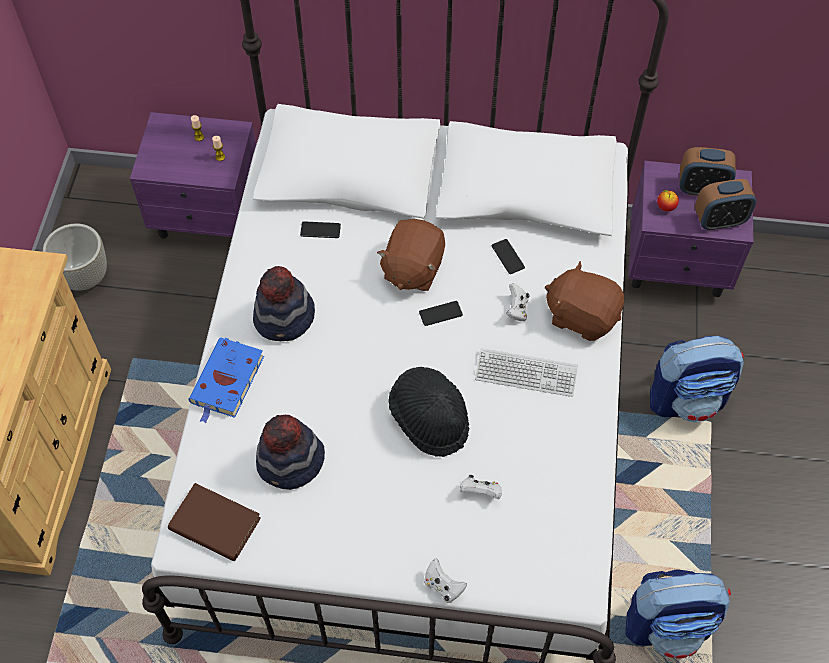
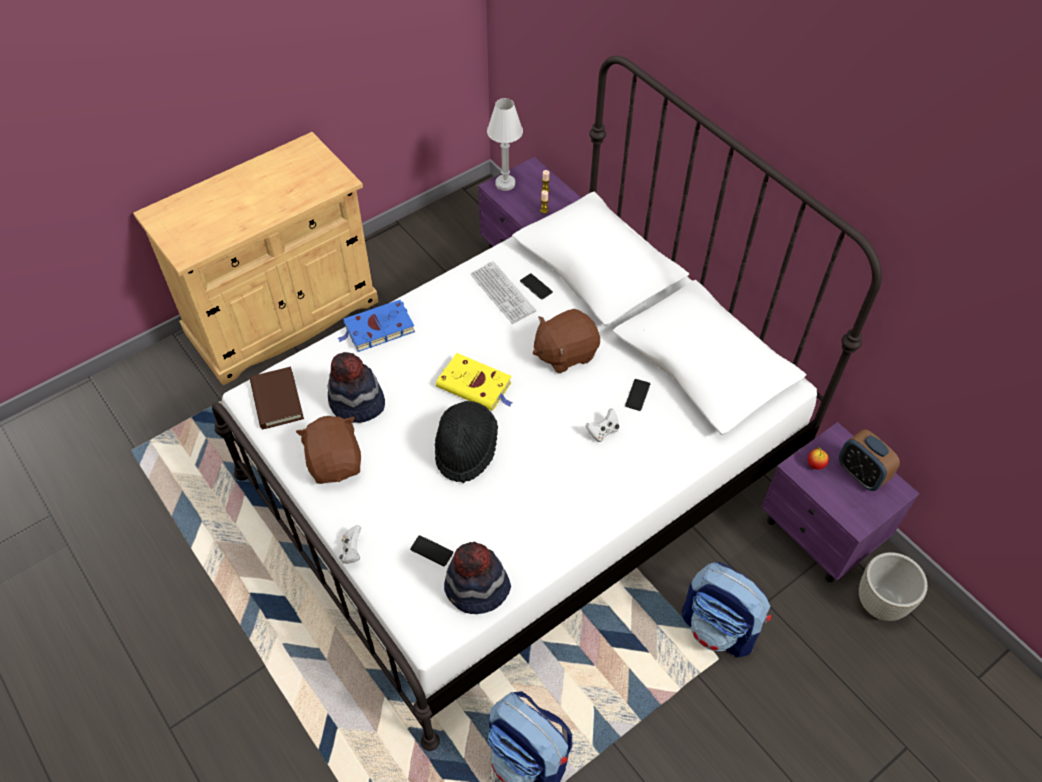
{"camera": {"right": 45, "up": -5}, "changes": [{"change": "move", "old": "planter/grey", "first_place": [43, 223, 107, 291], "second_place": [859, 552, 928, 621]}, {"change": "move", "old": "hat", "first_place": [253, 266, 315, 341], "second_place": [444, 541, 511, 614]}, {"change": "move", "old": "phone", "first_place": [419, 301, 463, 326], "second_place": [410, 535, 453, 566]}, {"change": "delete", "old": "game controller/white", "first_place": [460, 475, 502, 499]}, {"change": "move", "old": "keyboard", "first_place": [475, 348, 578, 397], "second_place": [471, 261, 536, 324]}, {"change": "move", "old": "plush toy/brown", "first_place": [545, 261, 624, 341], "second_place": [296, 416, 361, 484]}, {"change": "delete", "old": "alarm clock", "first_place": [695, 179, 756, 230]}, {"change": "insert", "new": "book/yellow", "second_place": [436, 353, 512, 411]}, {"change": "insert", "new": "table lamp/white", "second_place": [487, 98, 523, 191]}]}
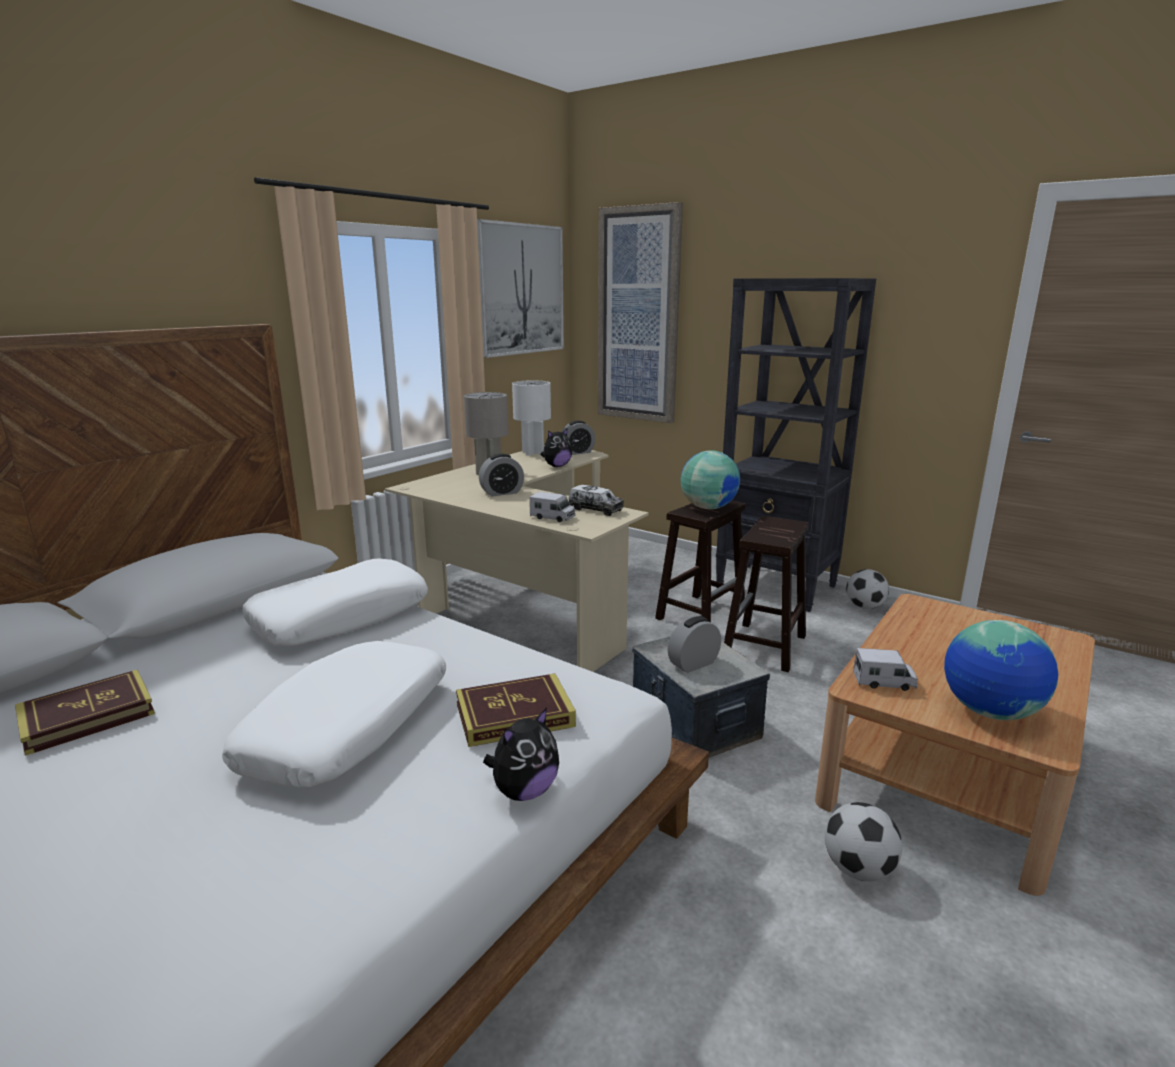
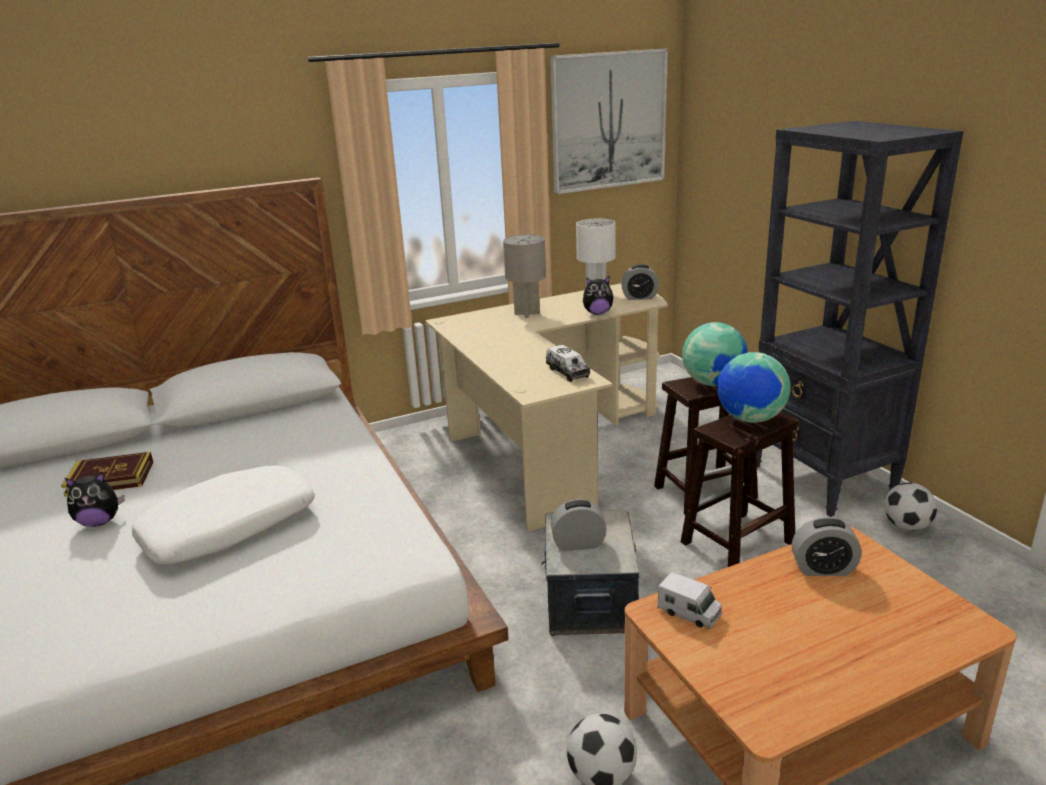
{"camera": {"right": 30, "up": 5}, "changes": [{"change": "delete", "old": "pillow/white", "first_place": [242, 559, 428, 646]}, {"change": "delete", "old": "book", "first_place": [456, 674, 576, 747]}, {"change": "move", "old": "alarm clock", "first_place": [479, 454, 524, 496], "second_place": [792, 517, 862, 576]}, {"change": "move", "old": "plush toy", "first_place": [483, 708, 559, 801], "second_place": [65, 472, 125, 527]}, {"change": "delete", "old": "toy truck", "first_place": [530, 492, 575, 522]}, {"change": "delete", "old": "picture", "first_place": [598, 202, 683, 423]}, {"change": "move", "old": "globe", "first_place": [944, 620, 1058, 720], "second_place": [717, 352, 791, 423]}]}
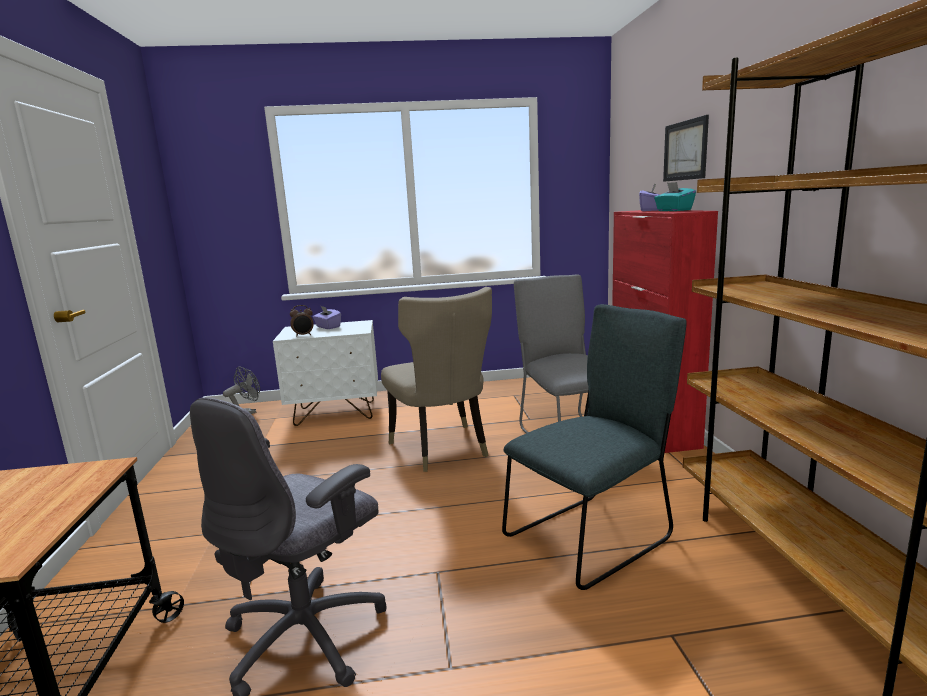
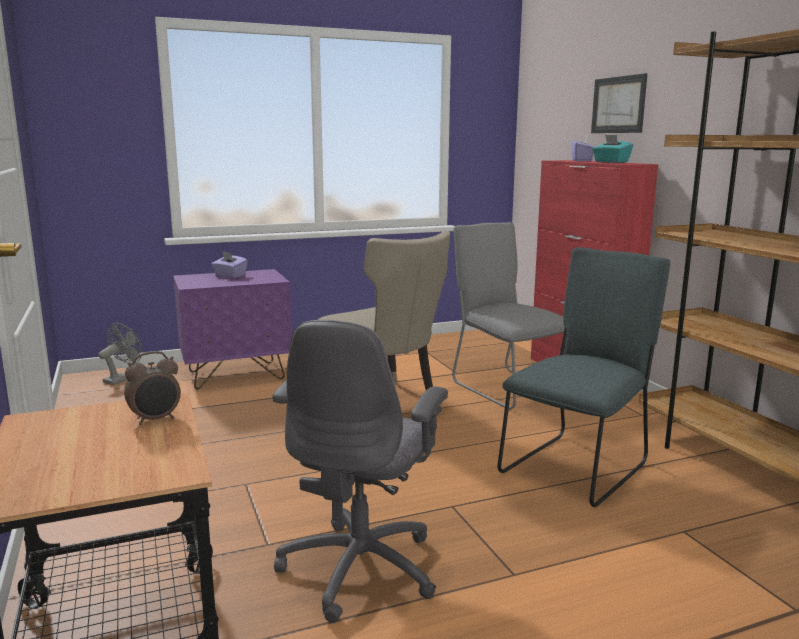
{"camera": {"right": -15, "up": 0}, "changes": [{"change": "recolor", "old": "nightstand/white", "new": "nightstand/purple", "first_place": [273, 320, 378, 426], "second_place": [173, 269, 292, 389]}, {"change": "move", "old": "alarm clock", "first_place": [290, 305, 314, 337], "second_place": [124, 351, 181, 425]}]}
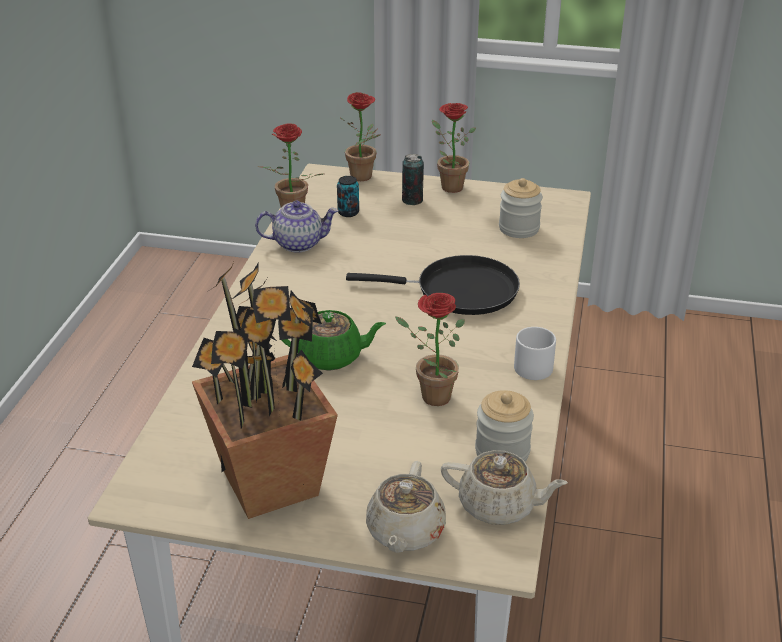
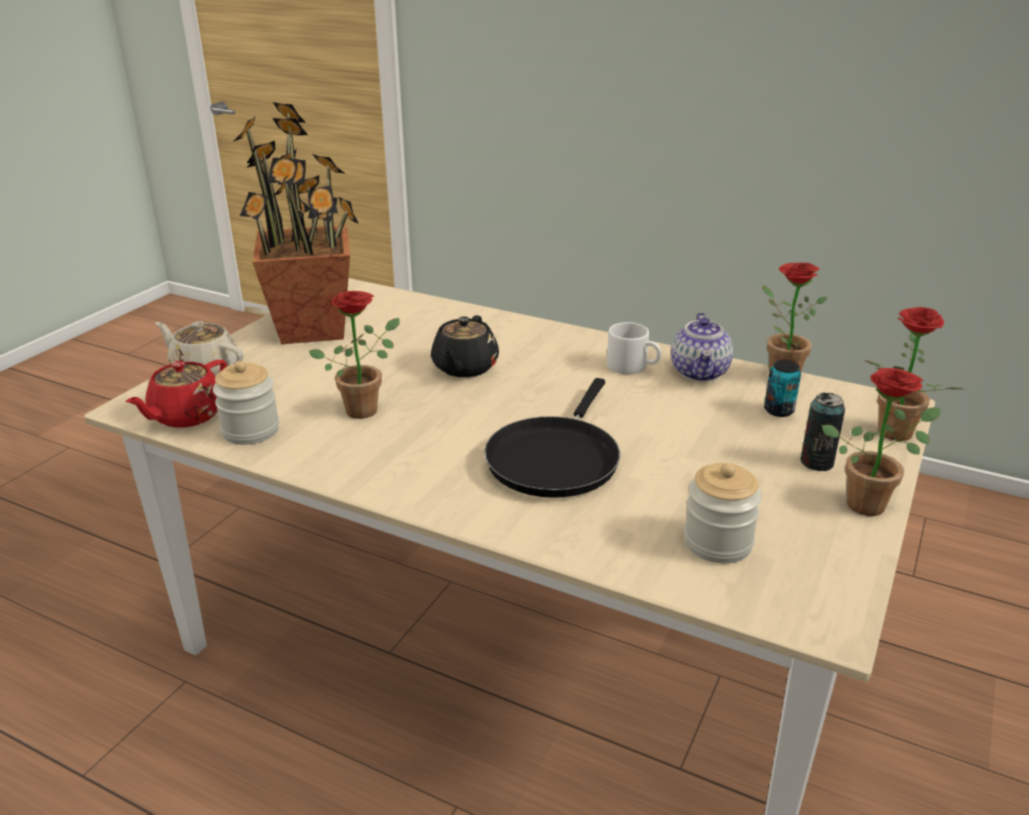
{"camera": {"right": 105, "up": -5}, "changes": [{"change": "recolor", "old": "teapot/green", "new": "teapot/black", "first_place": [282, 310, 386, 371], "second_place": [431, 315, 499, 377]}, {"change": "recolor", "old": "teapot/beige", "new": "teapot/red", "first_place": [441, 450, 568, 525], "second_place": [126, 360, 227, 428]}, {"change": "move", "old": "mug/white", "first_place": [514, 327, 556, 380], "second_place": [607, 322, 661, 374]}]}
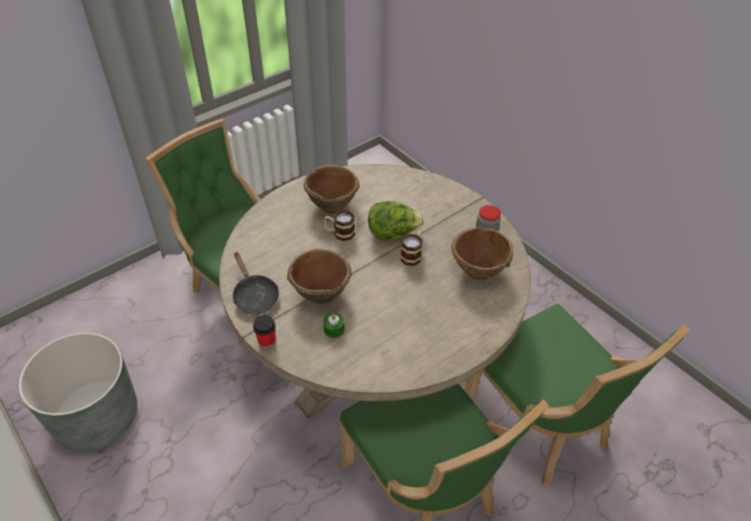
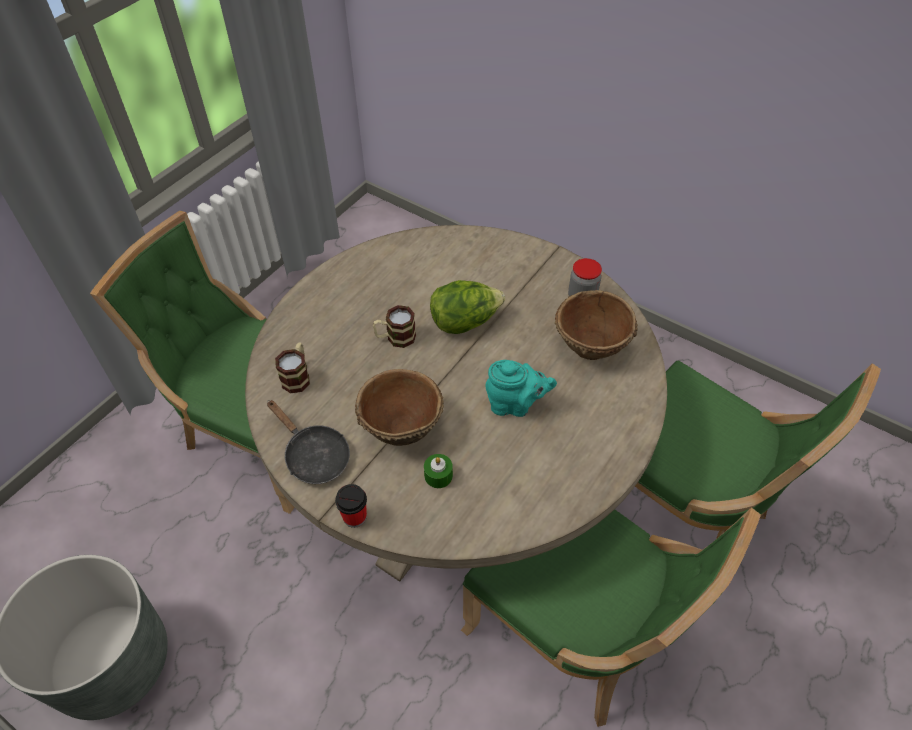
{"camera": {"right": -15, "up": 5}, "changes": [{"change": "delete", "old": "bowl/brown", "first_place": [304, 165, 360, 214]}, {"change": "move", "old": "mug", "first_place": [400, 231, 423, 266], "second_place": [275, 342, 310, 393]}, {"change": "insert", "new": "teapot/turquoise", "second_place": [485, 360, 557, 417]}]}
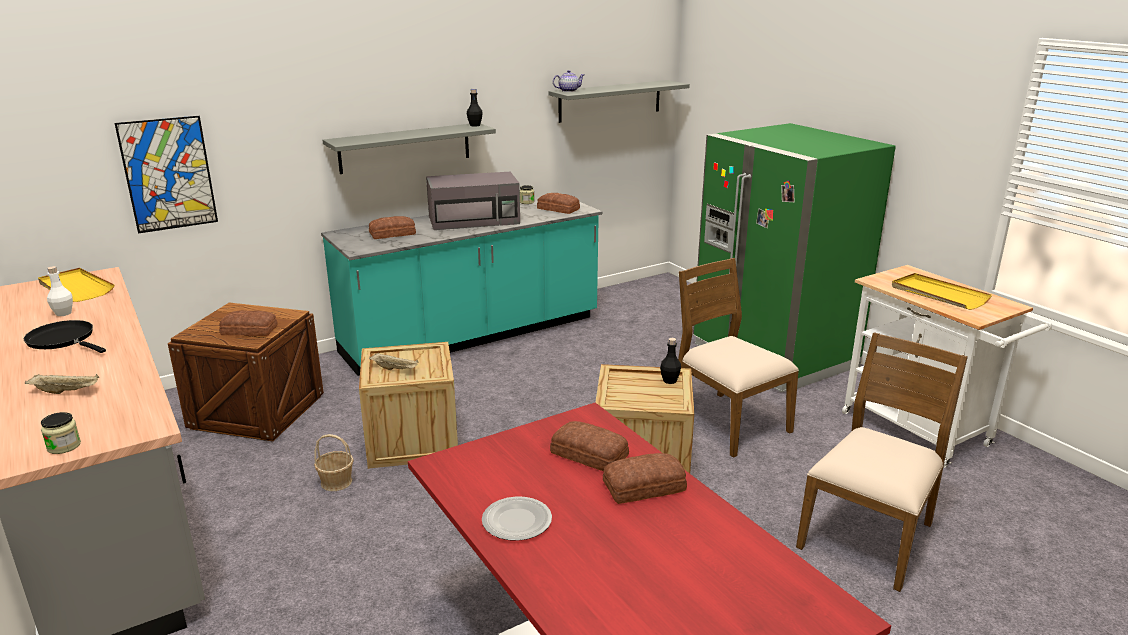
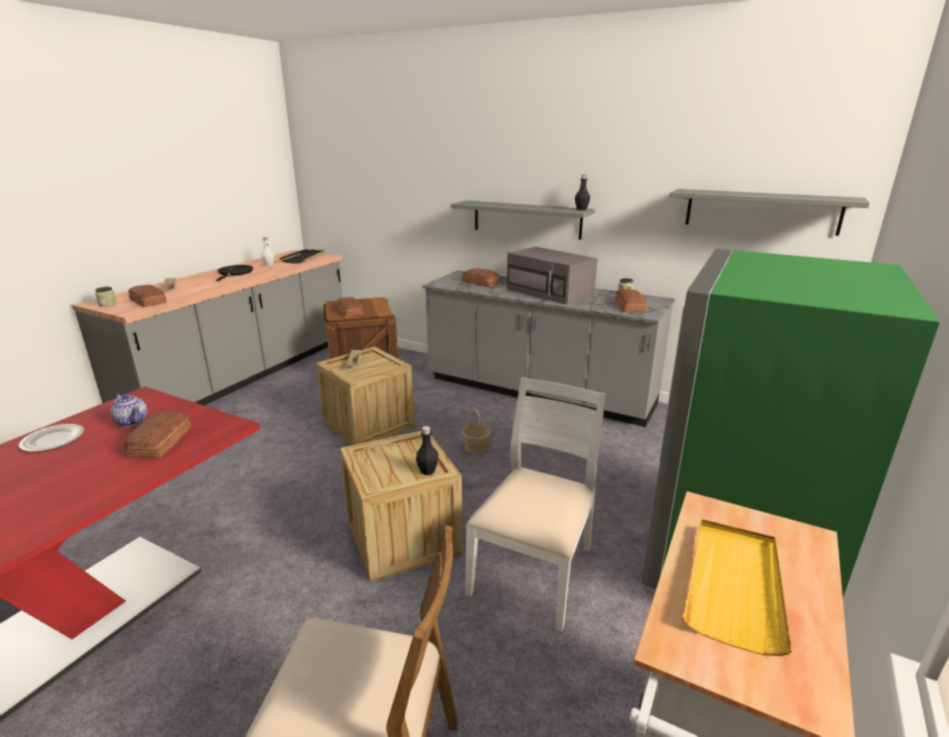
{"camera": {"right": 60, "up": 0}, "changes": [{"change": "recolor", "old": "tray/yellow", "new": "tray/black", "first_place": [38, 268, 114, 302], "second_place": [279, 249, 325, 263]}, {"change": "delete", "old": "picture", "first_place": [115, 116, 218, 234]}, {"change": "move", "old": "basket", "first_place": [314, 434, 354, 491], "second_place": [462, 409, 491, 454]}, {"change": "recolor", "old": "counter/turquoise", "new": "counter/grey", "first_place": [321, 197, 602, 376], "second_place": [422, 270, 675, 427]}, {"change": "move", "old": "teapot", "first_place": [553, 70, 584, 92], "second_place": [110, 394, 147, 427]}, {"change": "move", "old": "bread", "first_place": [603, 453, 687, 504], "second_place": [128, 285, 167, 307]}, {"change": "recolor", "old": "chair/brown", "new": "chair/white", "first_place": [678, 258, 799, 458], "second_place": [465, 377, 606, 632]}]}
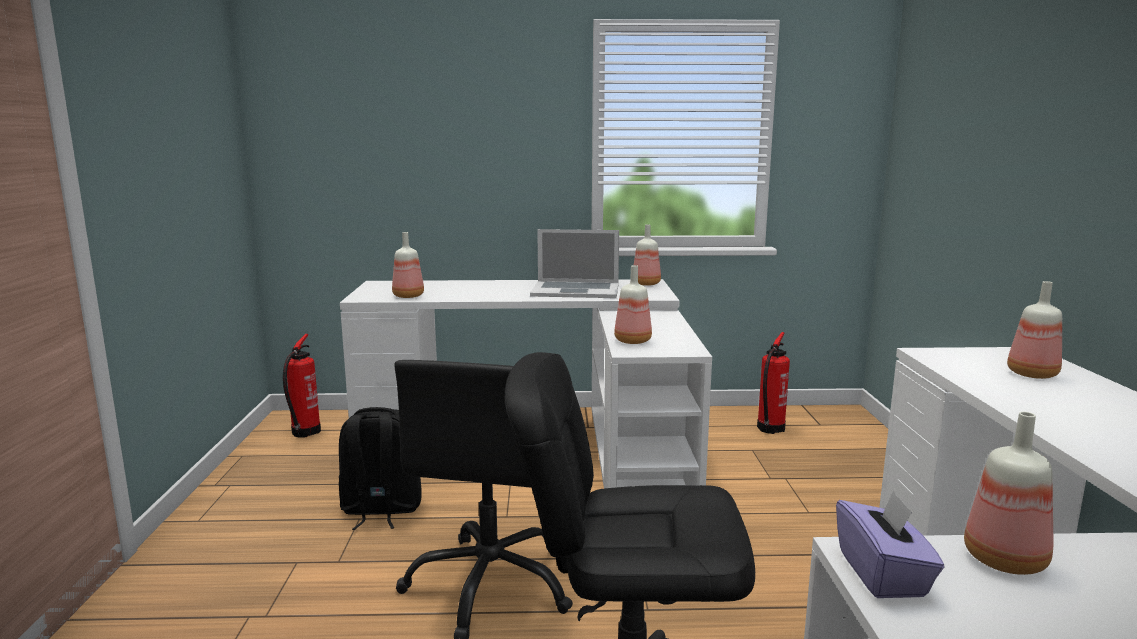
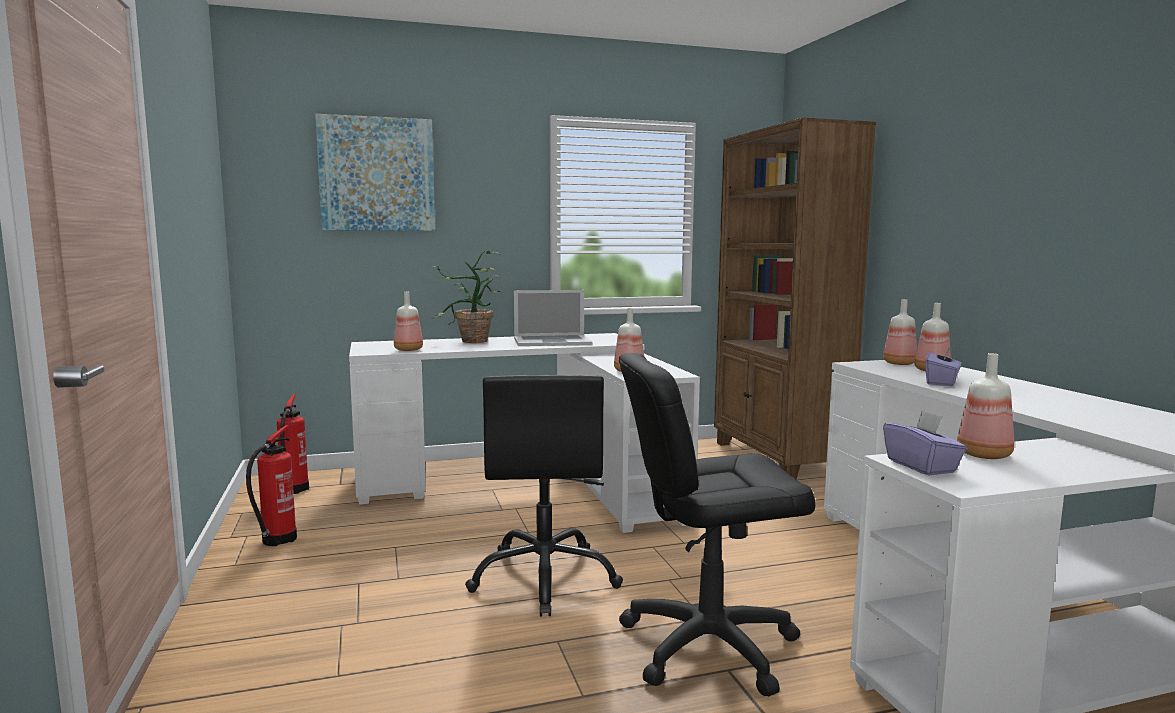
{"camera": {"right": -15, "up": -5}, "changes": [{"change": "delete", "old": "backpack/black", "first_place": [339, 407, 422, 530]}, {"change": "move", "old": "bottle", "first_place": [634, 224, 661, 286], "second_place": [883, 299, 917, 365]}, {"change": "move", "old": "fire extinguisher", "first_place": [757, 332, 790, 434], "second_place": [246, 425, 297, 546]}, {"change": "insert", "new": "picture", "second_place": [315, 114, 435, 231]}, {"change": "insert", "new": "potted plant", "second_place": [431, 251, 501, 343]}, {"change": "insert", "new": "bookcase/brown", "second_place": [714, 117, 876, 479]}, {"change": "insert", "new": "tissue box/purple", "second_place": [926, 345, 961, 386]}]}
